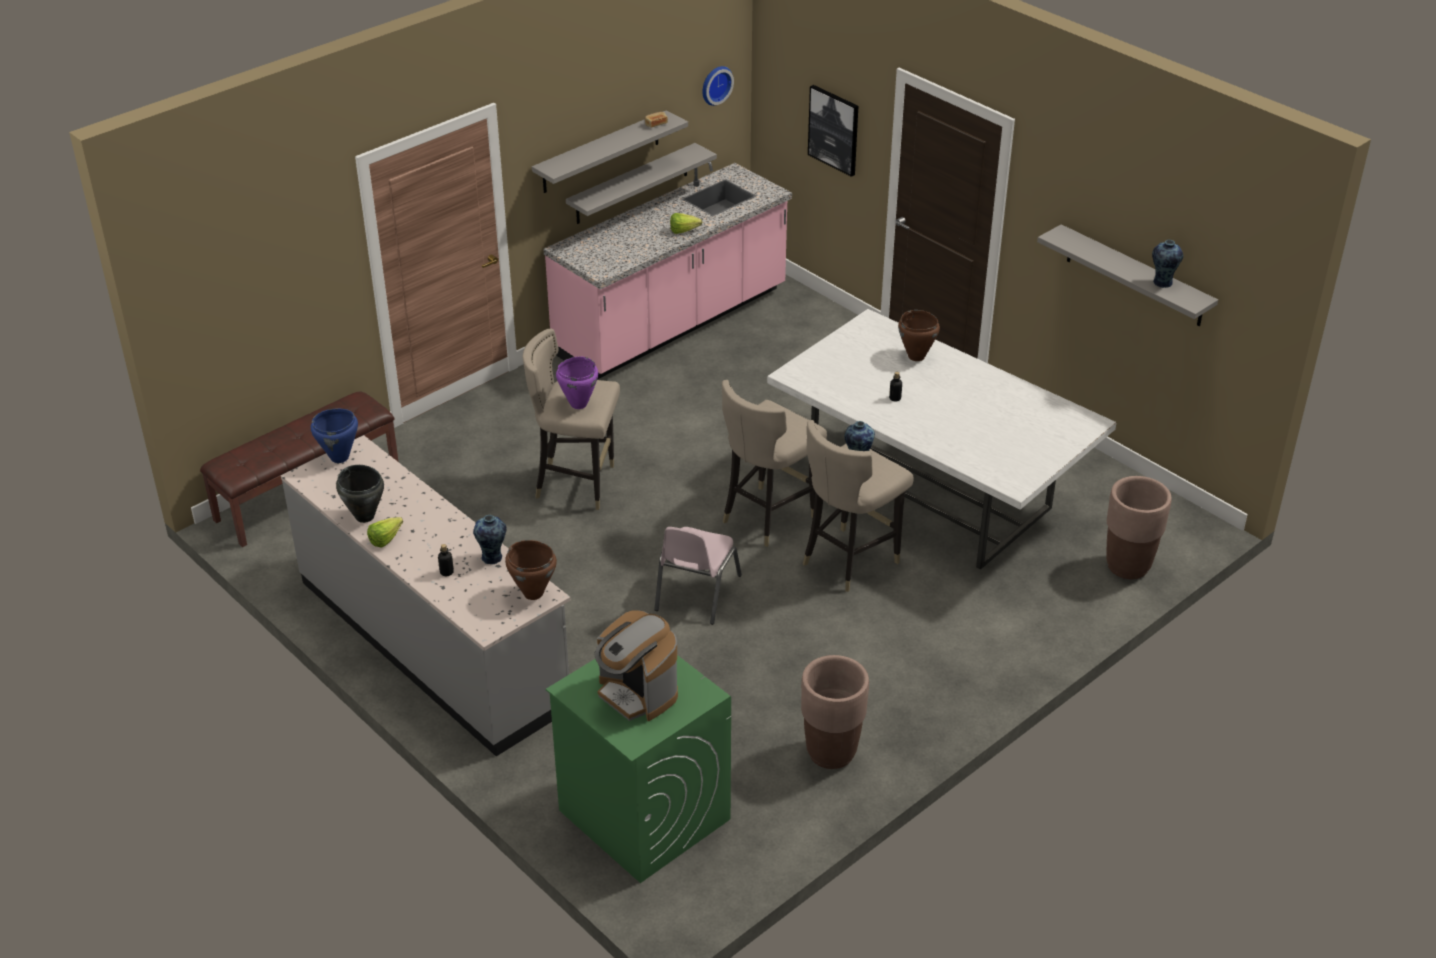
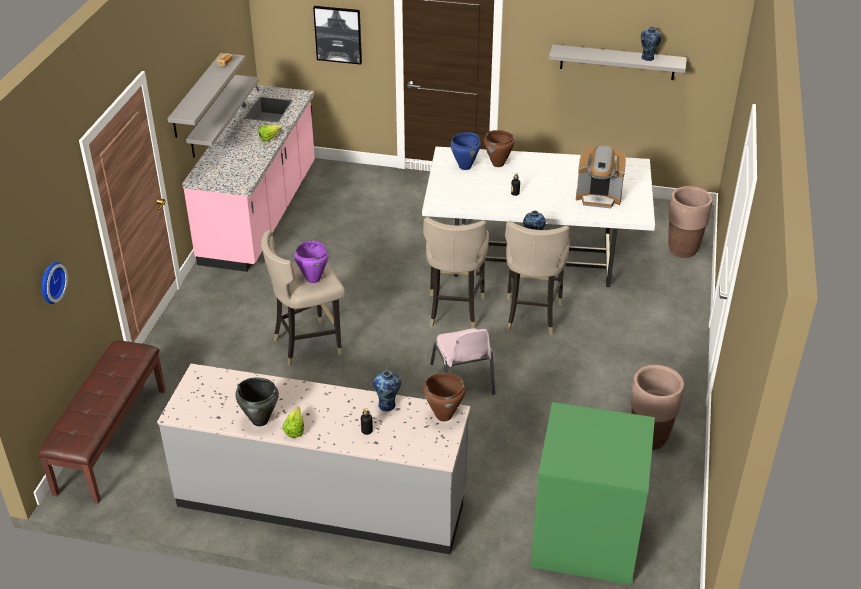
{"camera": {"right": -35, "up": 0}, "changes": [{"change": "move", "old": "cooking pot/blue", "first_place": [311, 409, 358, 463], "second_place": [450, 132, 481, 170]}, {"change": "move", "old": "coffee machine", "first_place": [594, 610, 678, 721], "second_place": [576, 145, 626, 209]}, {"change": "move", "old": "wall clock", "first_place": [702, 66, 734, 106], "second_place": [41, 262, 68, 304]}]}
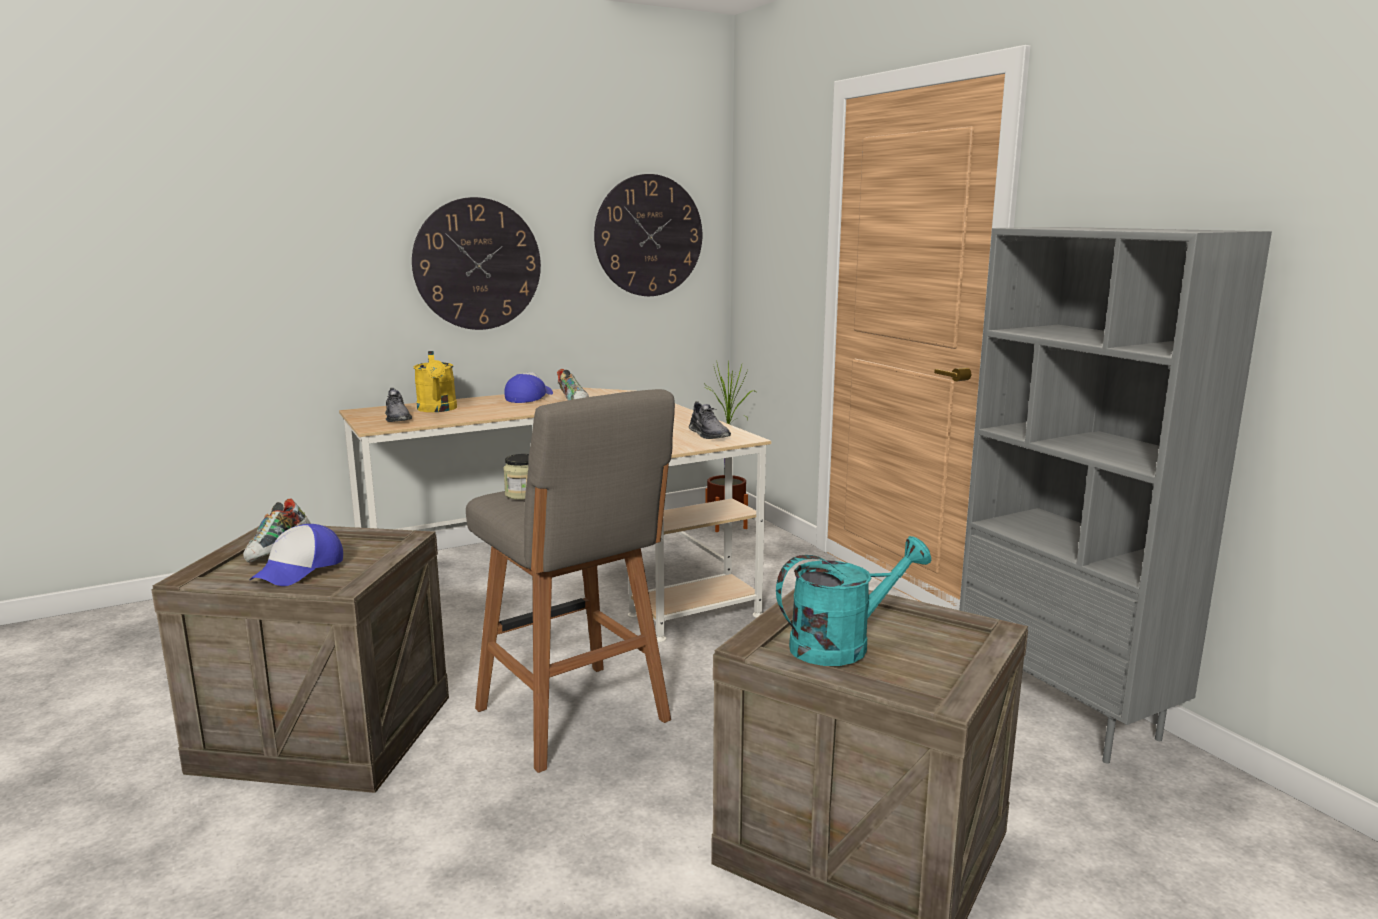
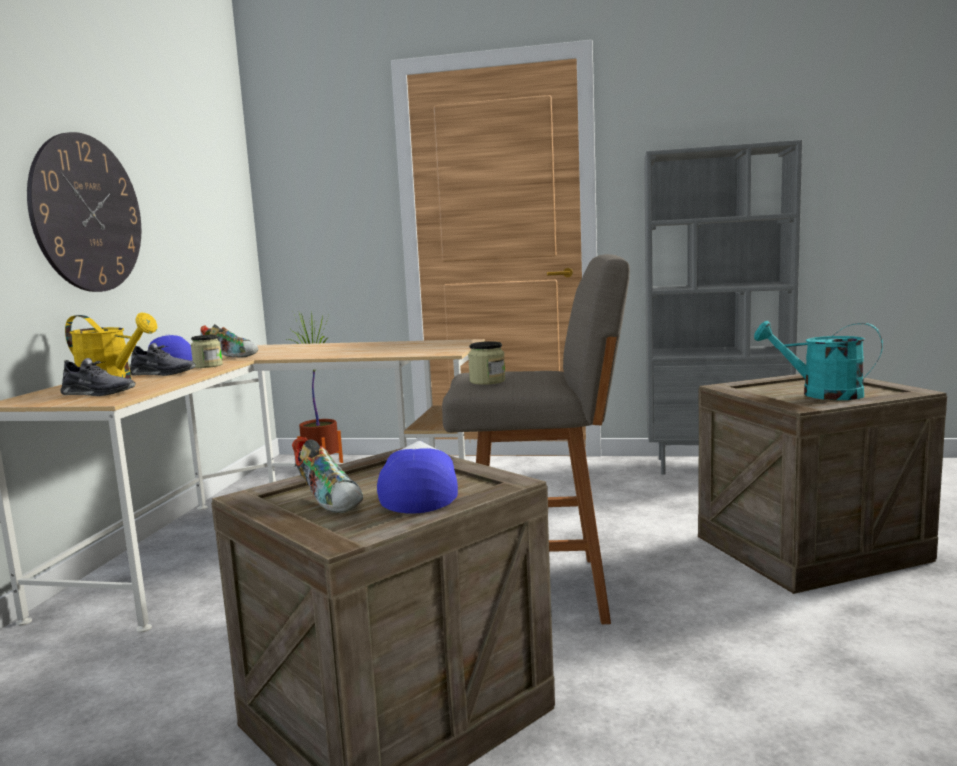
{"camera": {"right": -50, "up": -5}, "changes": [{"change": "rotate", "old": "cap", "first_place": [249, 524, 343, 586], "second_place": [377, 441, 458, 514], "degrees": -150}, {"change": "delete", "old": "wall clock", "first_place": [594, 174, 702, 296]}, {"change": "move", "old": "shoe/grey", "first_place": [689, 401, 731, 439], "second_place": [130, 343, 196, 376]}, {"change": "rotate", "old": "watering can/turquoise", "first_place": [776, 536, 931, 666], "second_place": [754, 321, 883, 400], "degrees": -75}, {"change": "insert", "new": "jar", "second_place": [191, 335, 223, 368]}]}
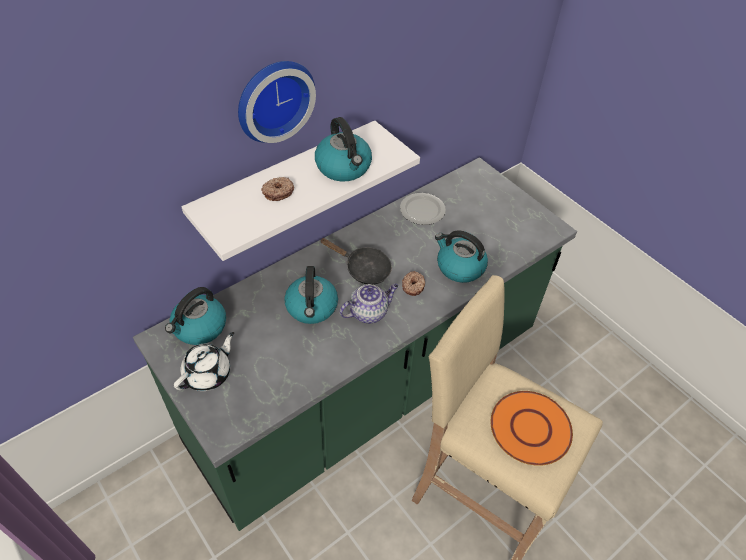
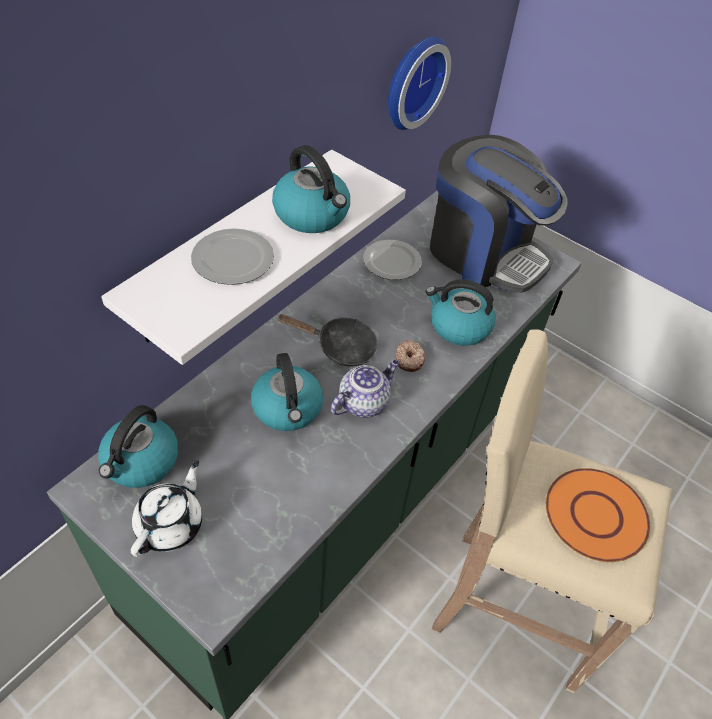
{"camera": {"right": -15, "up": 0}, "changes": [{"change": "move", "old": "wall clock", "first_place": [238, 61, 316, 143], "second_place": [388, 37, 451, 130]}, {"change": "replace", "old": "donut", "new": "plate", "first_place": [261, 177, 294, 201], "second_place": [191, 228, 274, 285]}, {"change": "insert", "new": "coffee machine", "second_place": [430, 135, 568, 293]}]}
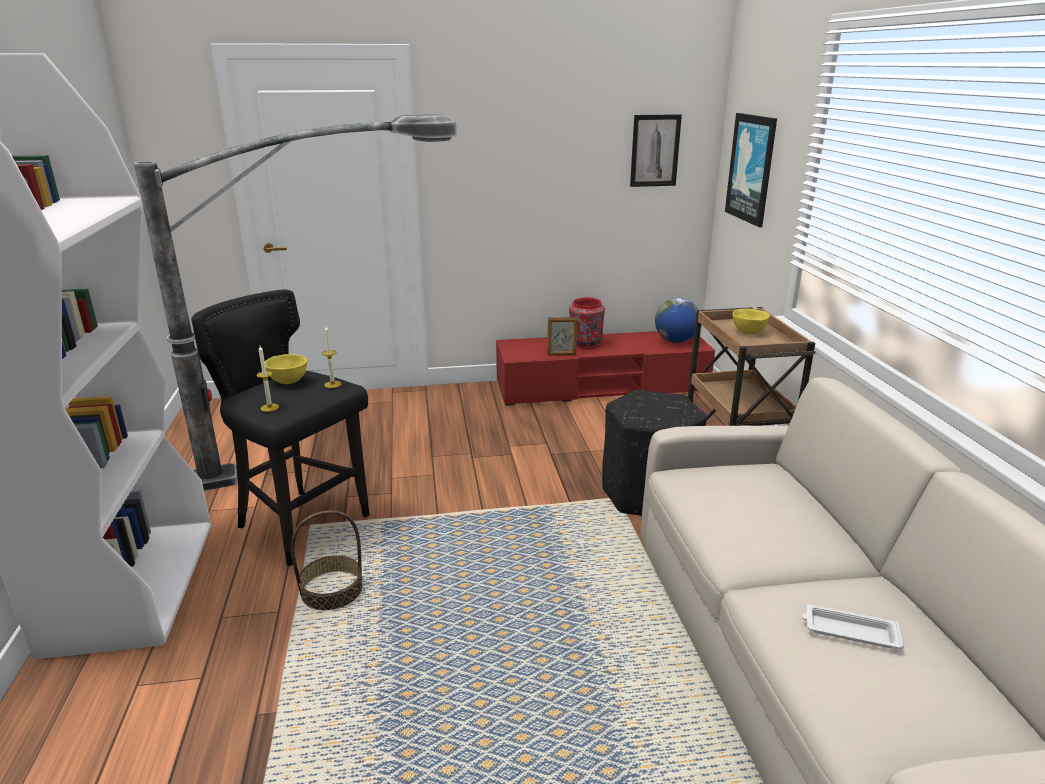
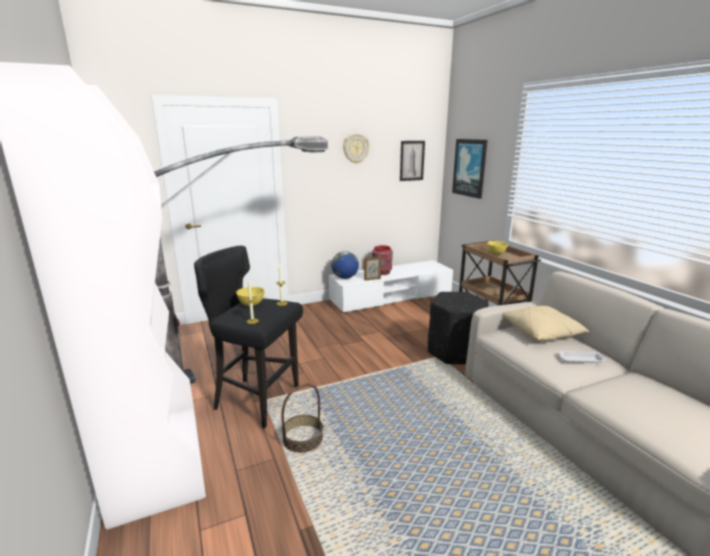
{"camera": {"right": -15, "up": -5}, "changes": [{"change": "recolor", "old": "tv stand/red", "new": "tv stand/white", "first_place": [496, 331, 715, 406], "second_place": [329, 260, 453, 313]}, {"change": "move", "old": "globe", "first_place": [655, 298, 698, 343], "second_place": [331, 251, 359, 279]}, {"change": "move", "old": "tray/white", "first_place": [802, 604, 904, 649], "second_place": [558, 351, 607, 363]}, {"change": "insert", "new": "wall clock", "second_place": [343, 134, 369, 164]}, {"change": "insert", "new": "pillow/beige", "second_place": [502, 306, 589, 341]}]}
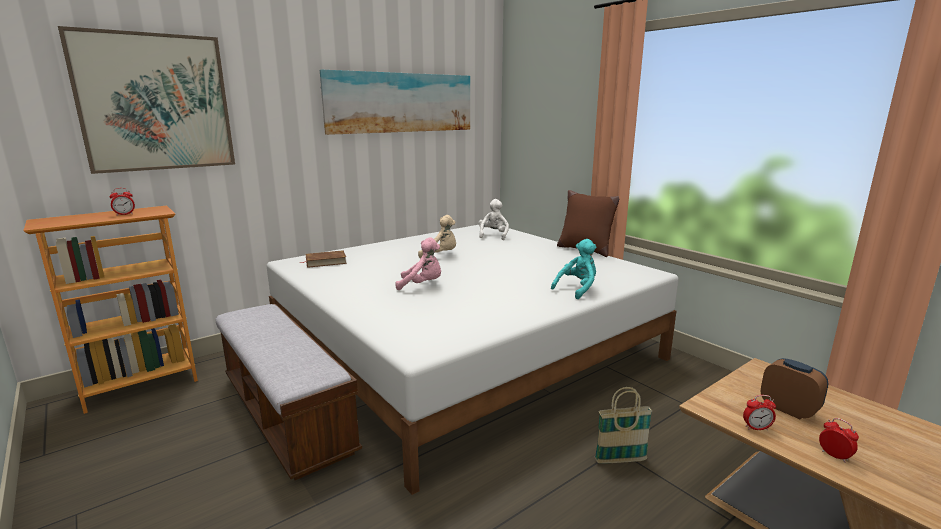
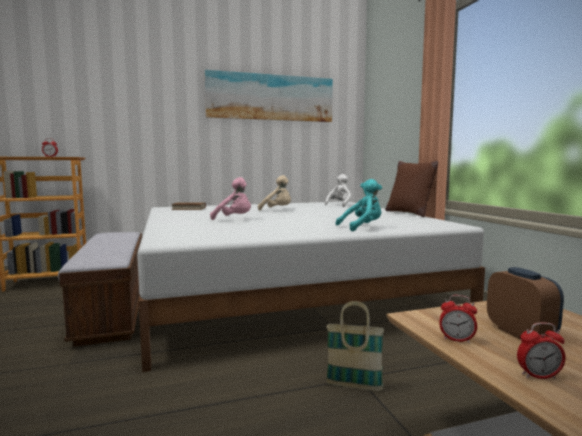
{"camera": {"right": 20, "up": -10}, "changes": [{"change": "delete", "old": "picture", "first_place": [58, 26, 235, 174]}, {"change": "rotate", "old": "alarm clock", "first_place": [819, 418, 859, 463], "second_place": [517, 322, 566, 379], "degrees": 105}]}
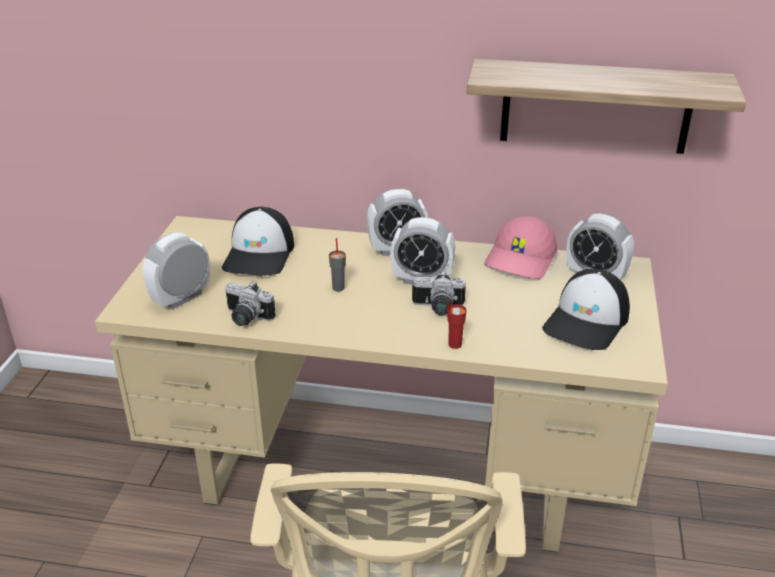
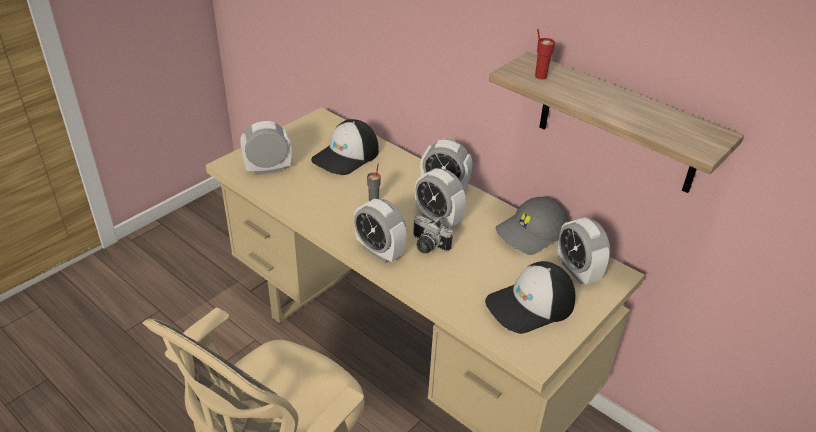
{"camera": {"right": 30, "up": 5}, "changes": [{"change": "delete", "old": "photo camera", "first_place": [225, 281, 276, 326]}, {"change": "move", "old": "cup/red", "first_place": [447, 301, 467, 349], "second_place": [535, 29, 555, 79]}, {"change": "recolor", "old": "cap/pink", "new": "cap/grey", "first_place": [484, 216, 557, 279], "second_place": [496, 197, 569, 255]}, {"change": "insert", "new": "alarm clock", "second_place": [354, 199, 406, 263]}]}
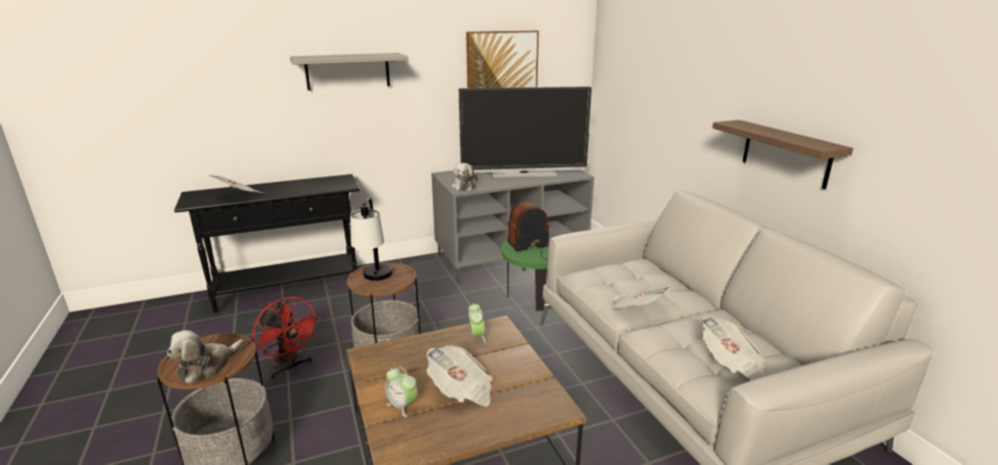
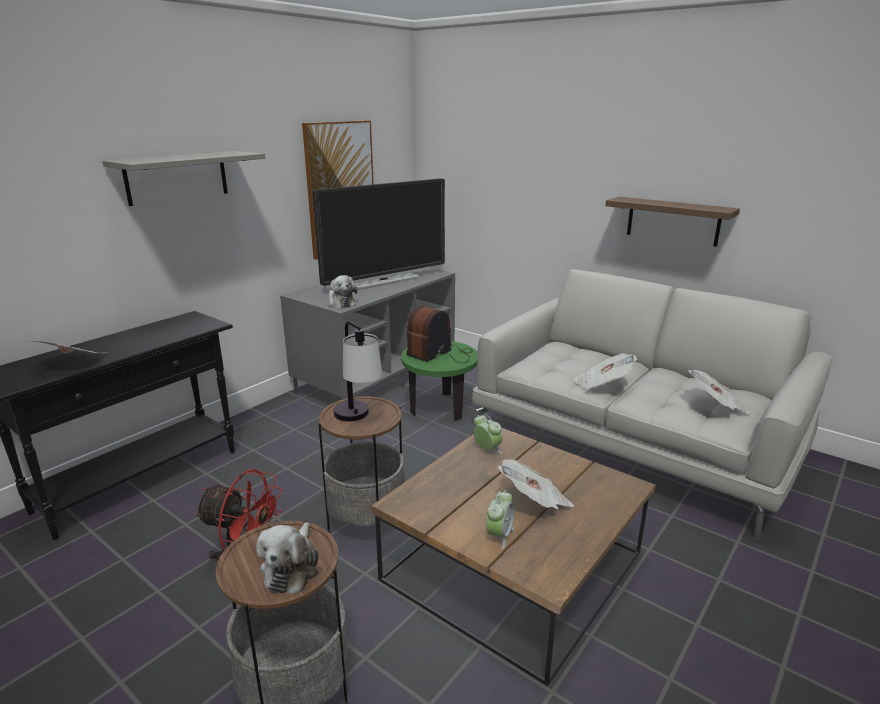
{"camera": {"right": -30, "up": 0}, "changes": [{"change": "rotate", "old": "alarm clock", "first_place": [385, 366, 417, 417], "second_place": [486, 490, 514, 549], "degrees": -75}]}
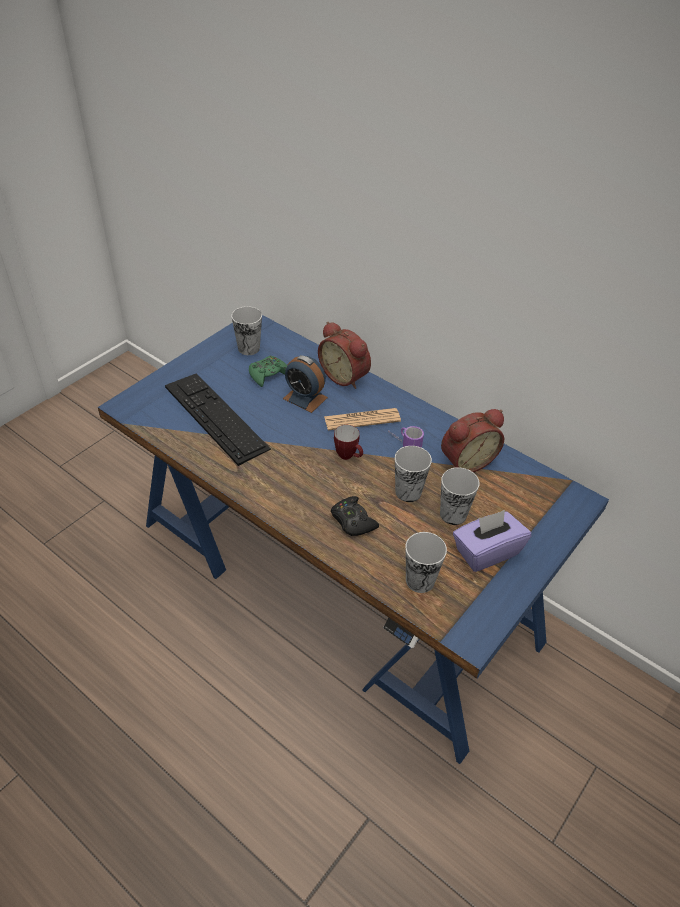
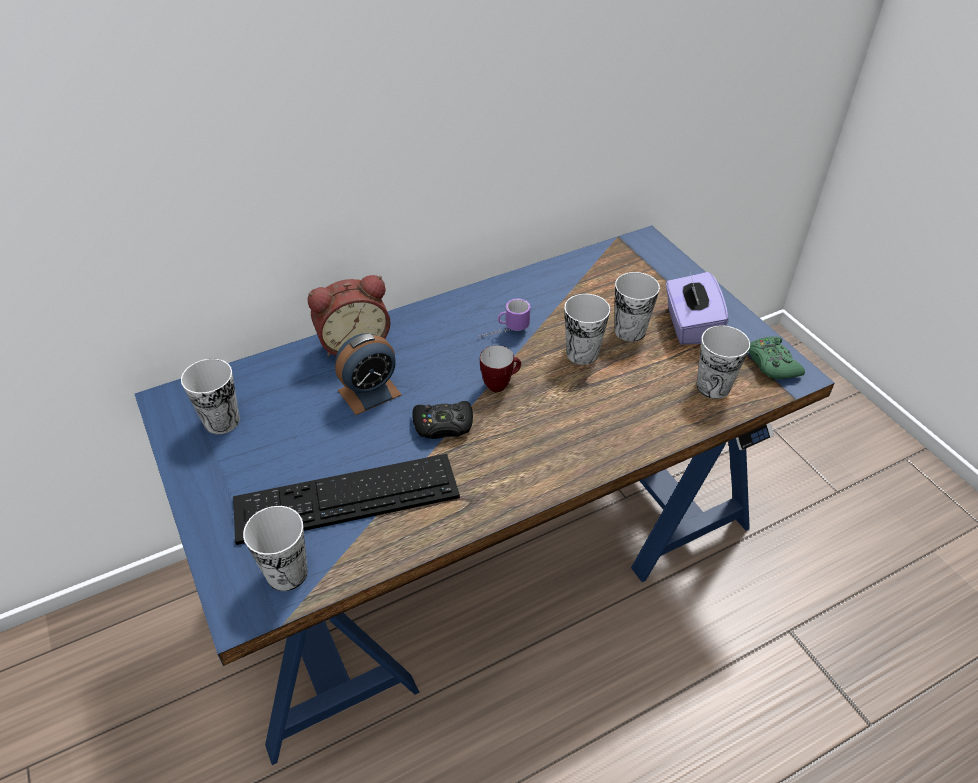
{"camera": {"right": -65, "up": 0}, "changes": [{"change": "move", "old": "game controller/green", "first_place": [249, 356, 287, 387], "second_place": [748, 336, 805, 379]}, {"change": "delete", "old": "newspaper", "first_place": [324, 408, 401, 430]}, {"change": "move", "old": "game controller/black", "first_place": [331, 496, 379, 536], "second_place": [412, 401, 473, 439]}, {"change": "delete", "old": "alarm clock", "first_place": [441, 409, 504, 472]}, {"change": "insert", "new": "cup", "second_place": [243, 506, 308, 591]}]}
